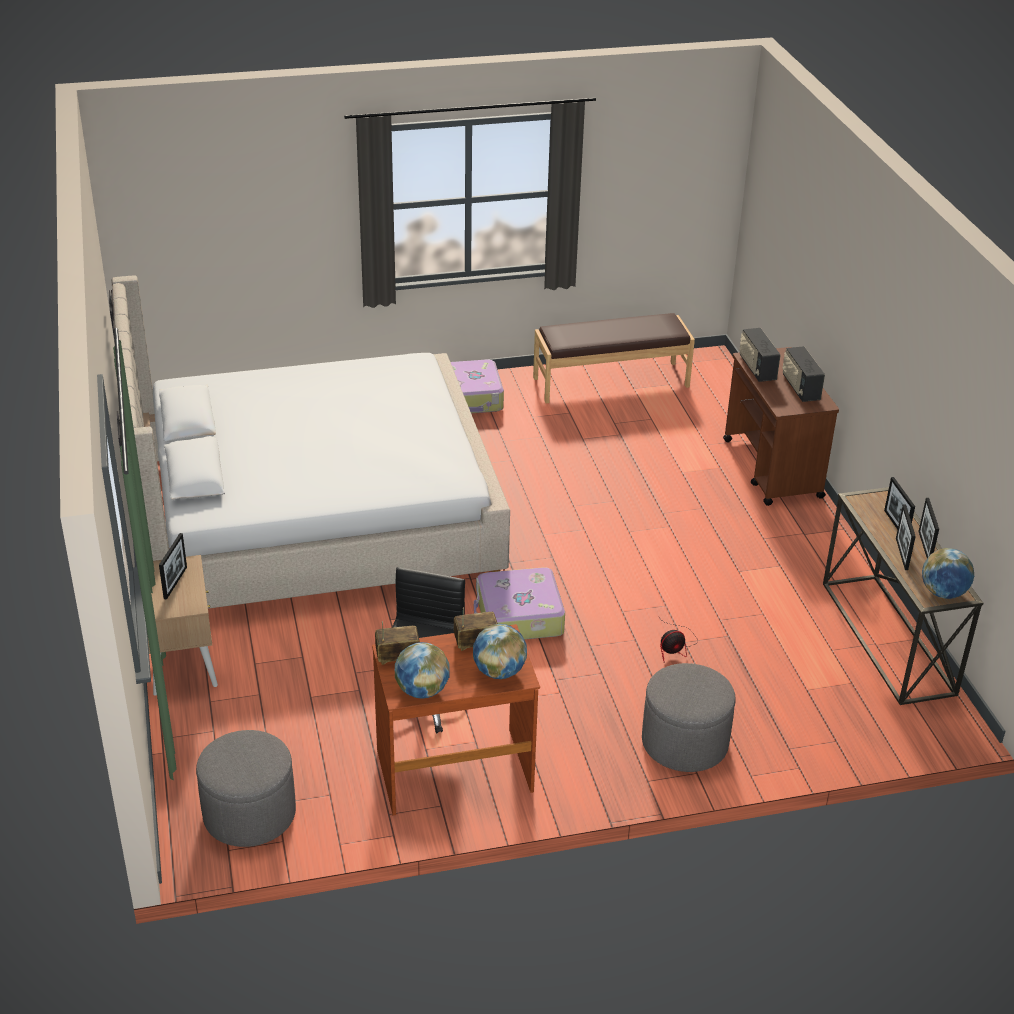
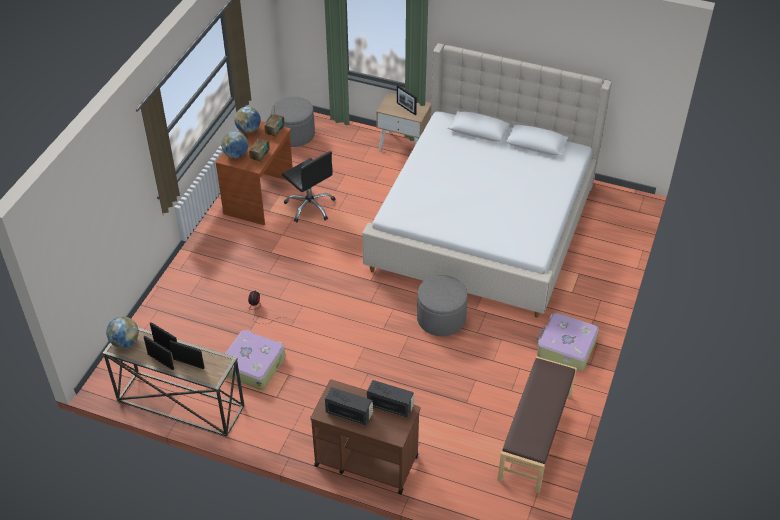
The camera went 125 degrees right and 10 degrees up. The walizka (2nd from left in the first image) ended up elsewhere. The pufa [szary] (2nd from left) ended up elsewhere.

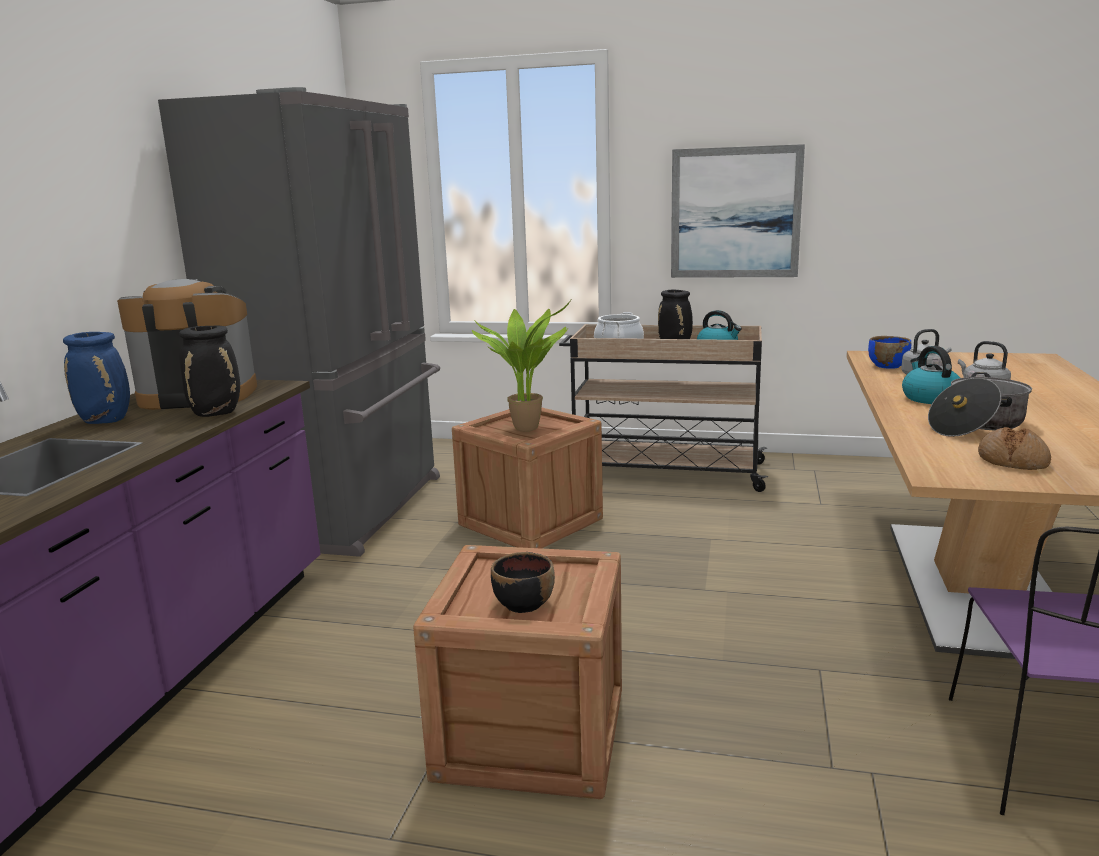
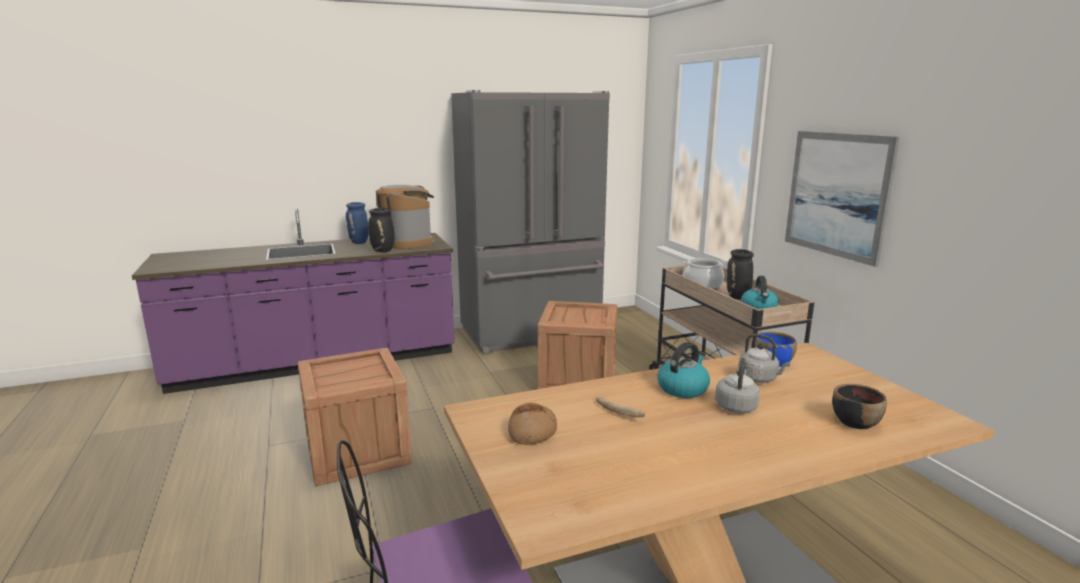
The camera went 55 degrees right and 0 degrees up. The second view lost the roślina doniczkowa. The miska [czarny] ended up elsewhere. Where the garnek (2nd from left) stood, the chleb (2nd from left) came to stand.

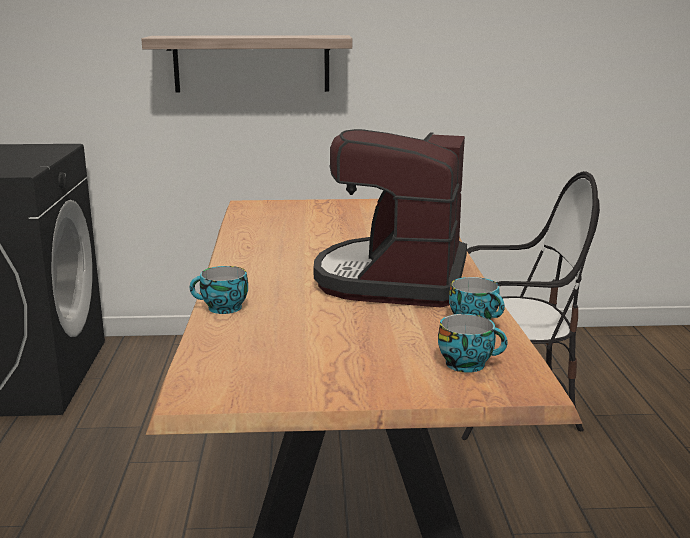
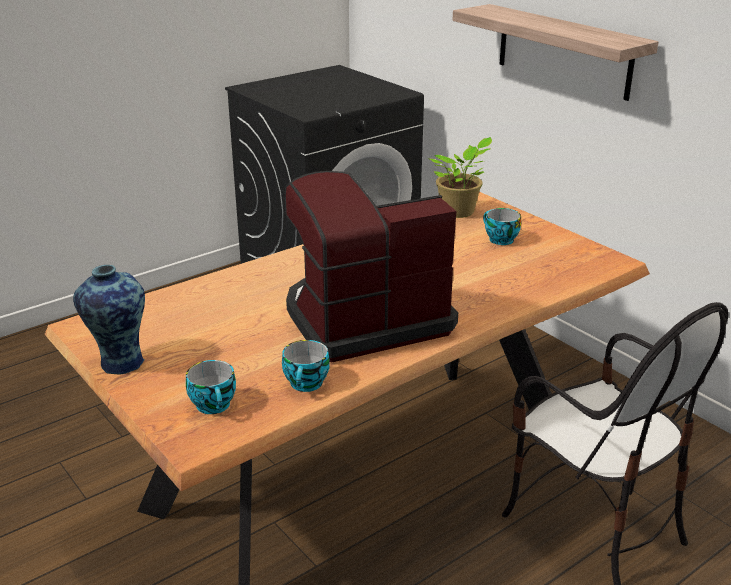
The camera went 55 degrees right and 10 degrees up. The second view gained the wazon. The second view gained the roślina doniczkowa. The filiżanka (1st from left in the first image) ended up elsewhere.

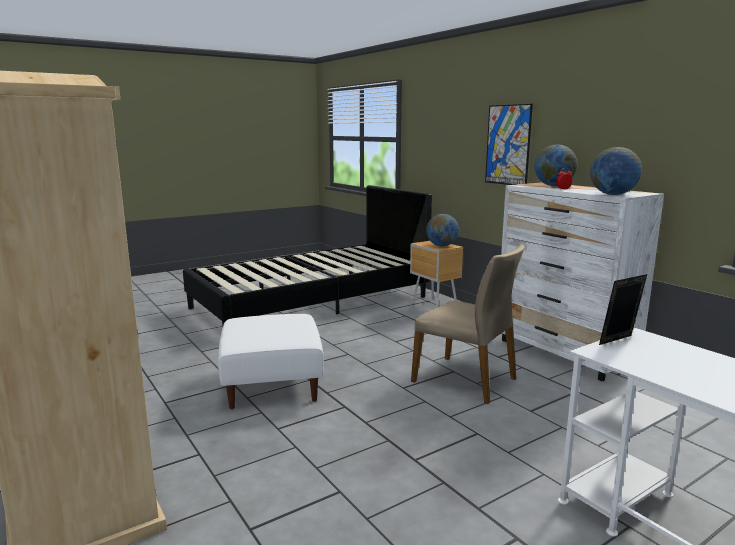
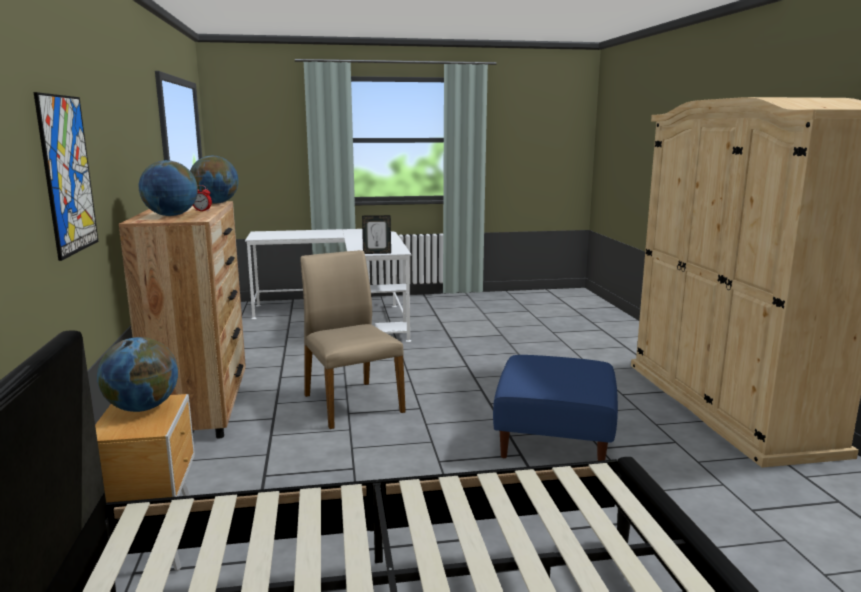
The camera went 155 degrees left and 0 degrees up. What was the pufa [biały] turned into the pufa [niebieski]. What was the komoda [biały] turned into the komoda [brązowy].

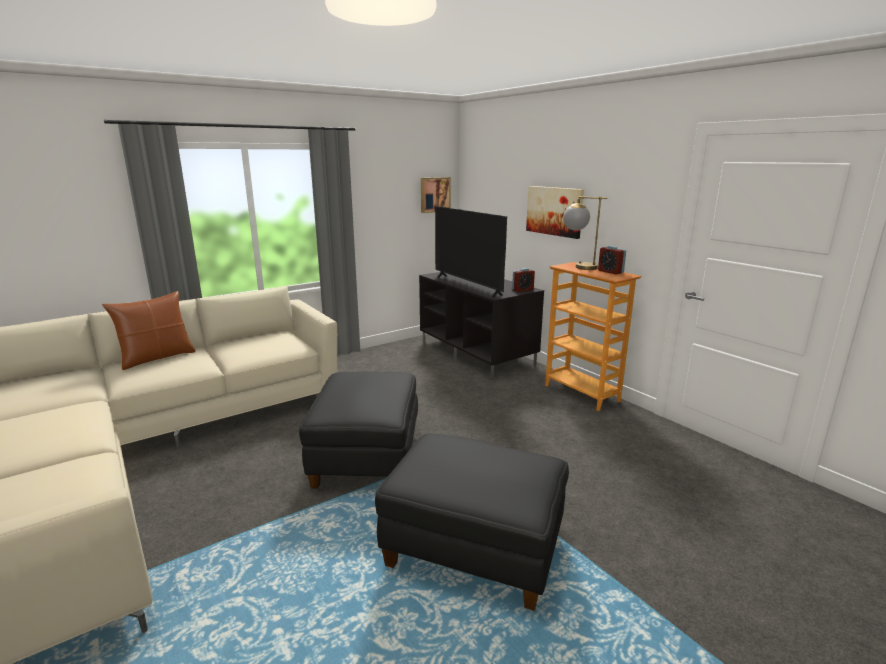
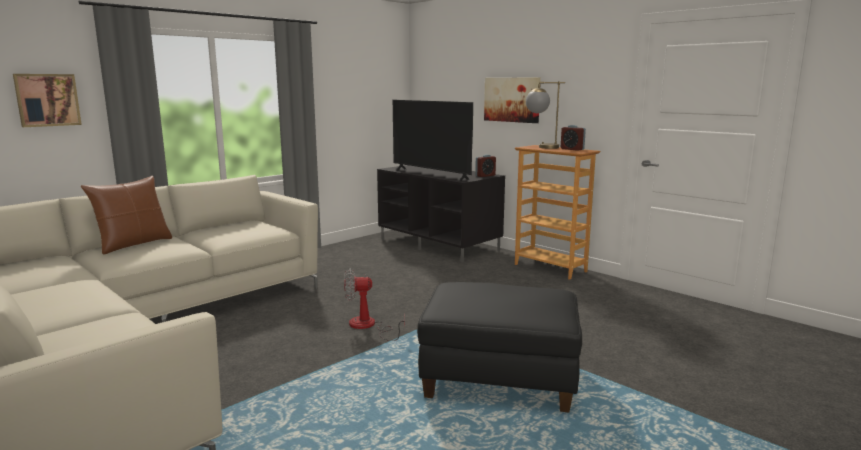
The camera went 10 degrees left and 5 degrees down. The obraz (1st from left) ended up elsewhere. Where the pufa [czarny] (1st from left) stood, the wentylator came to stand.

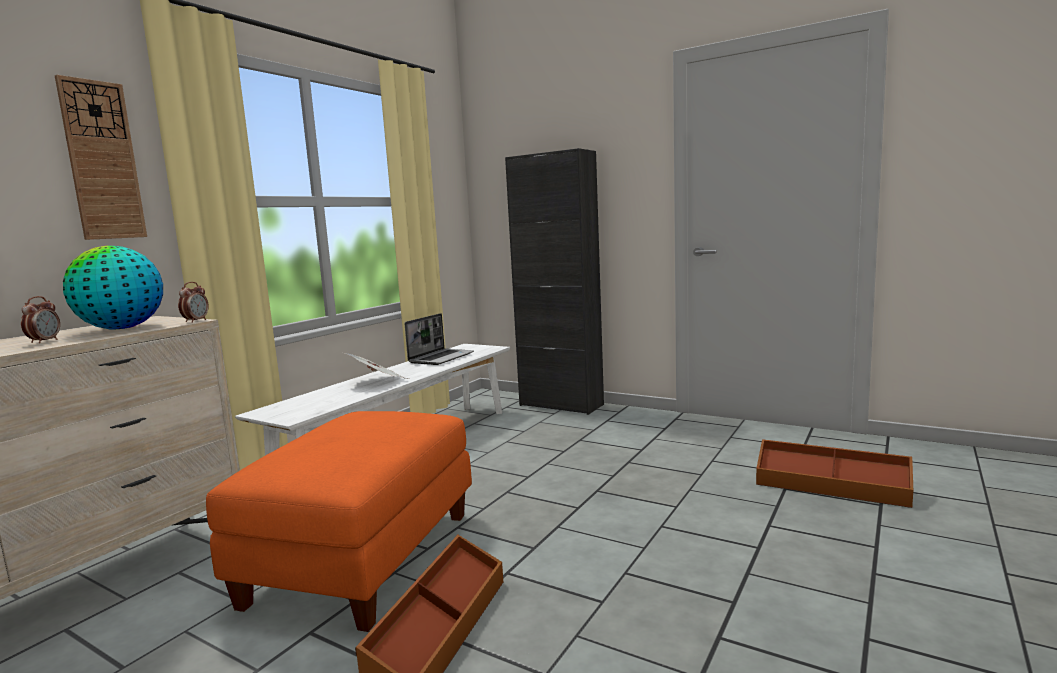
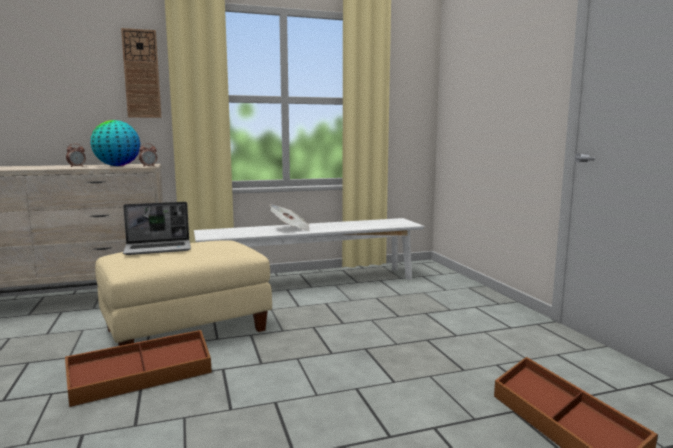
The camera went 40 degrees right and 0 degrees up. The second view lost the szafka [czarny]. The laptop ended up elsewhere. What was the pufa [pomarańczowy] turned into the pufa [beżowy].

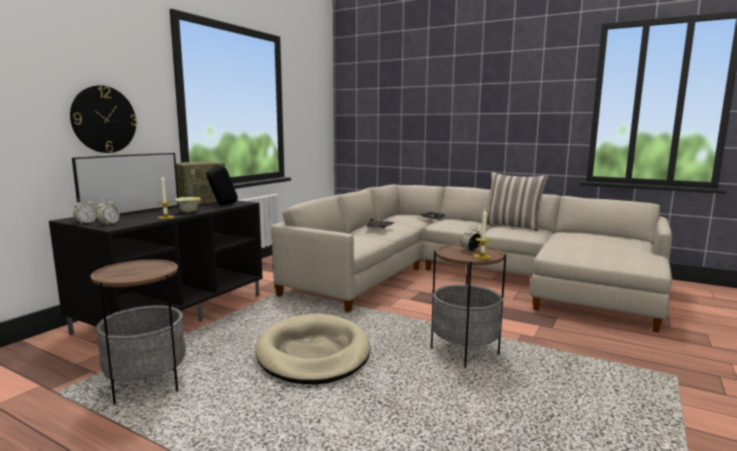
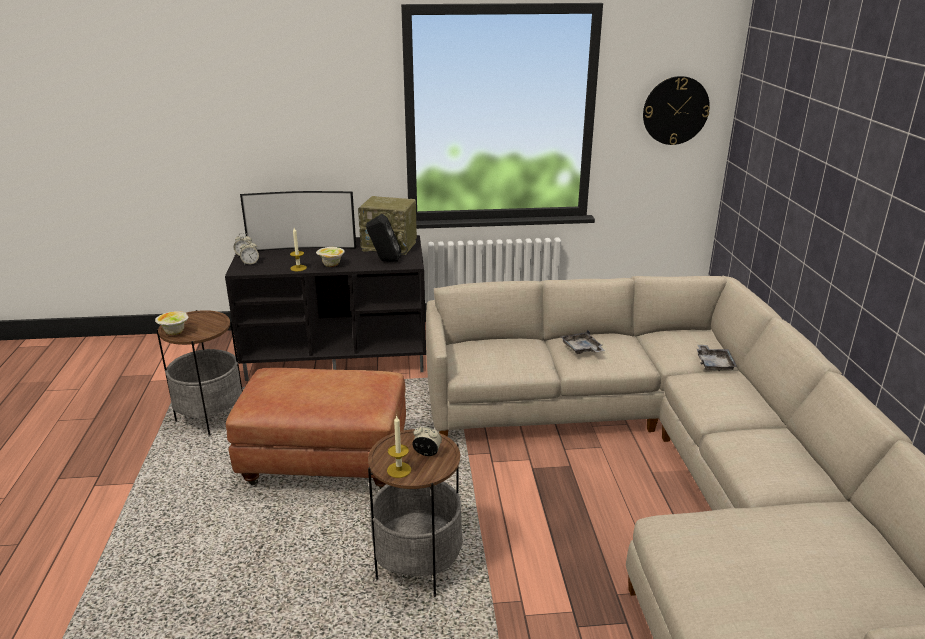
The camera went 55 degrees right and 15 degrees up. The second view lost the poduszka. The second view gained the miska (1st from left). The zegar ścienny ended up elsewhere. Where the legowisko [beżowy] stood, the pufa [brązowy] came to stand.

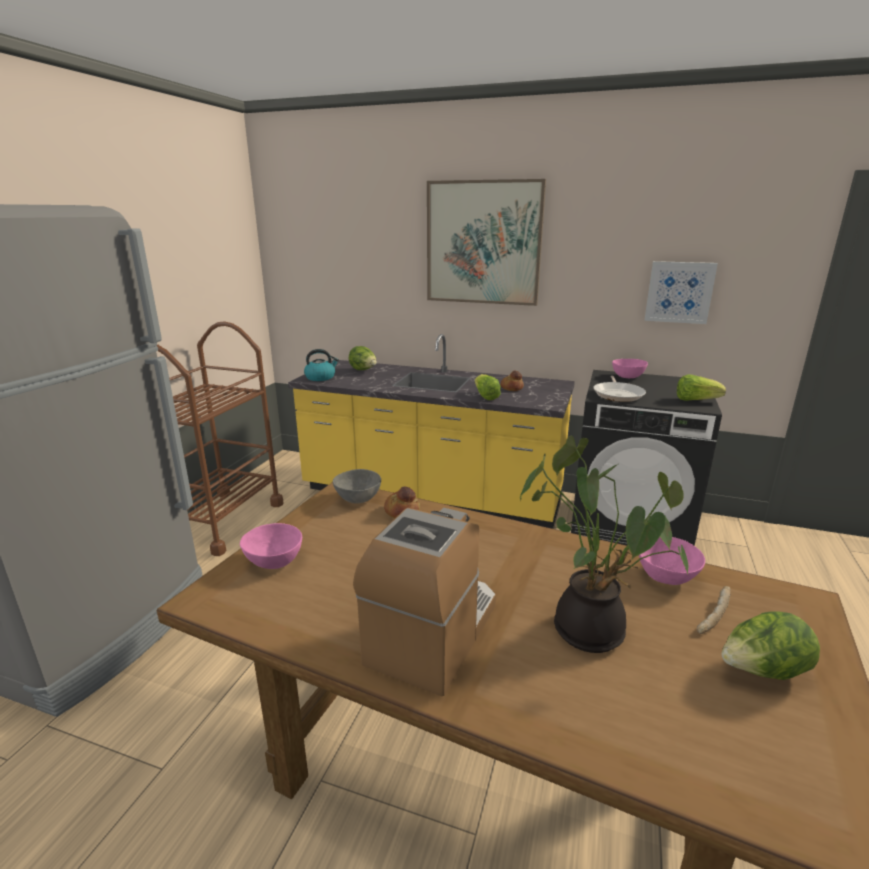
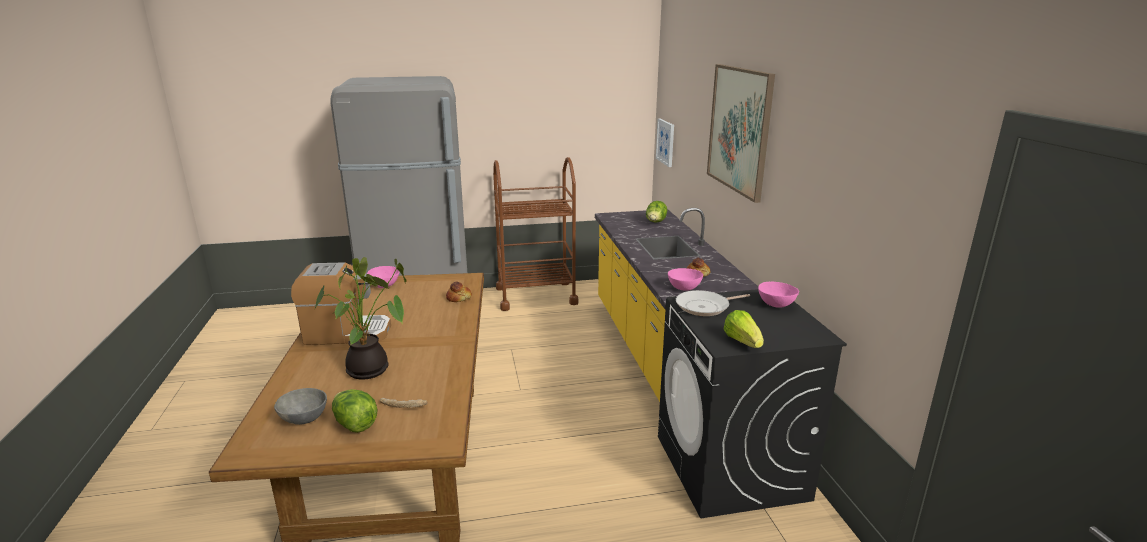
The camera went 60 degrees right and 0 degrees up. The second view lost the czajnik. The second view lost the sałata (2nd from left). The miska [szary] ended up elsewhere. The miska [różowy] (3rd from left in the first image) ended up elsewhere. The obraz (2nd from left in the first image) ended up elsewhere.

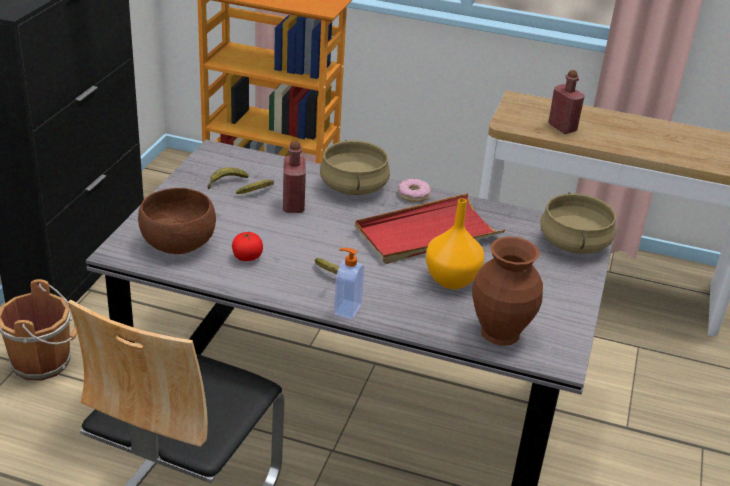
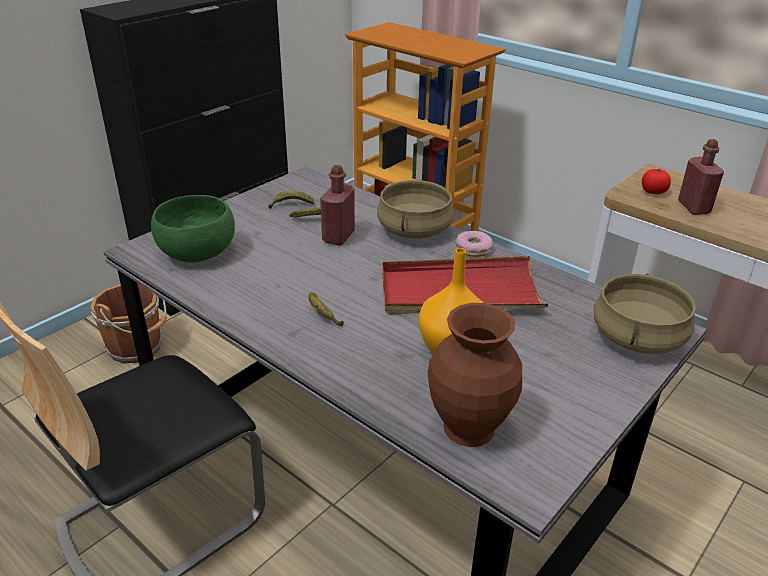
The camera went 25 degrees right and 0 degrees up. The second view lost the dozownik mydła. The pomidor ended up elsewhere. What was the miska [brązowy] turned into the miska [zielony].

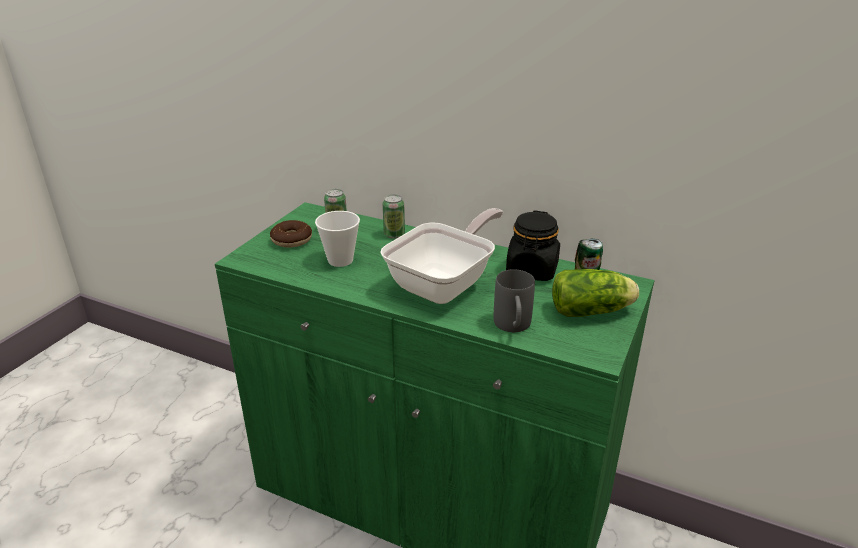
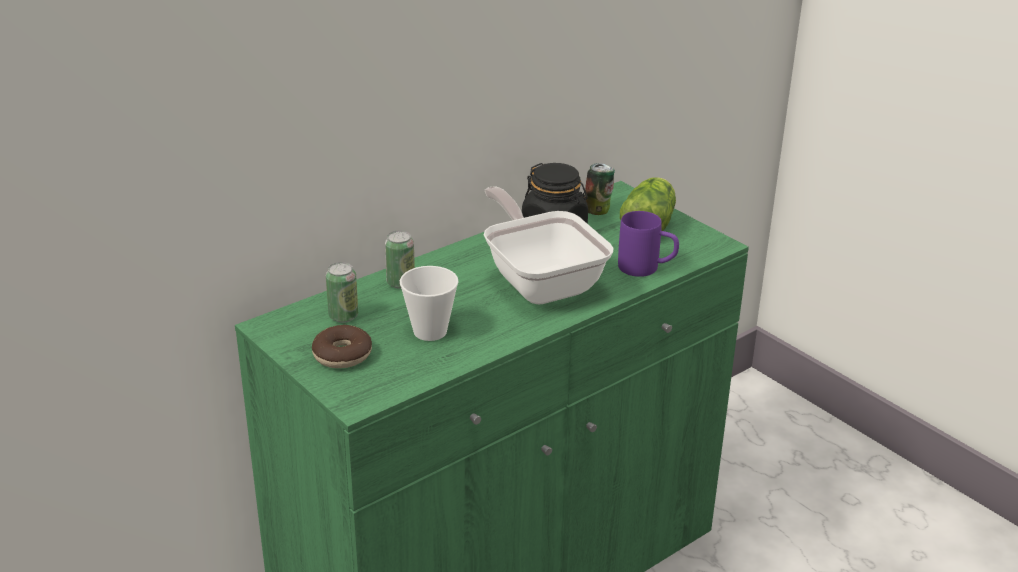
The camera went 65 degrees left and 0 degrees up. What was the kubek [szary] turned into the kubek [fioletowy].

